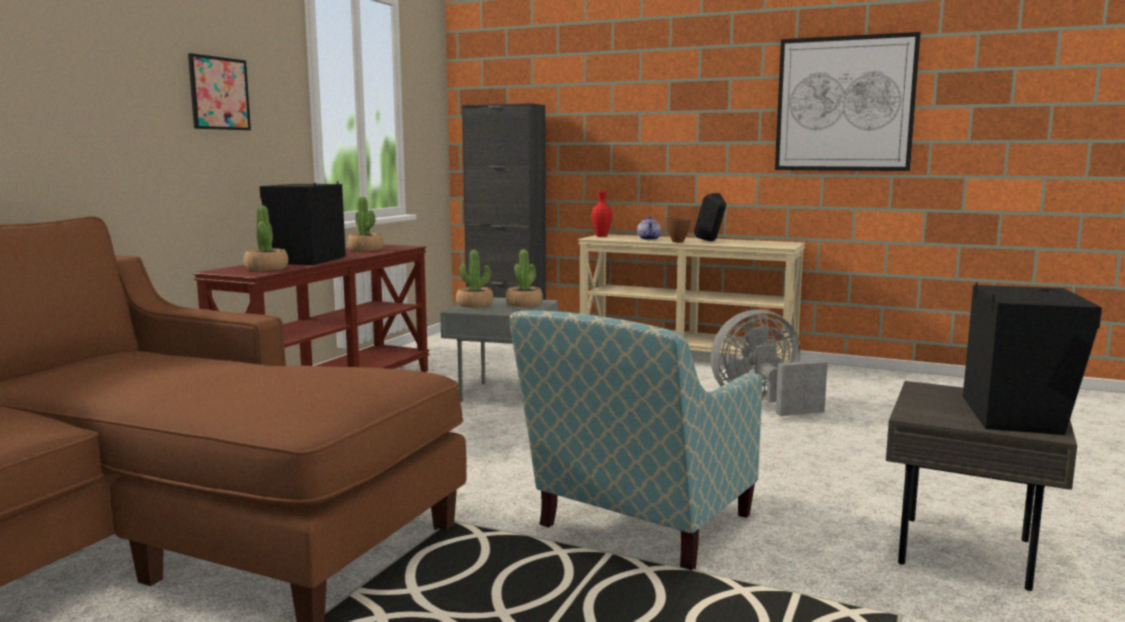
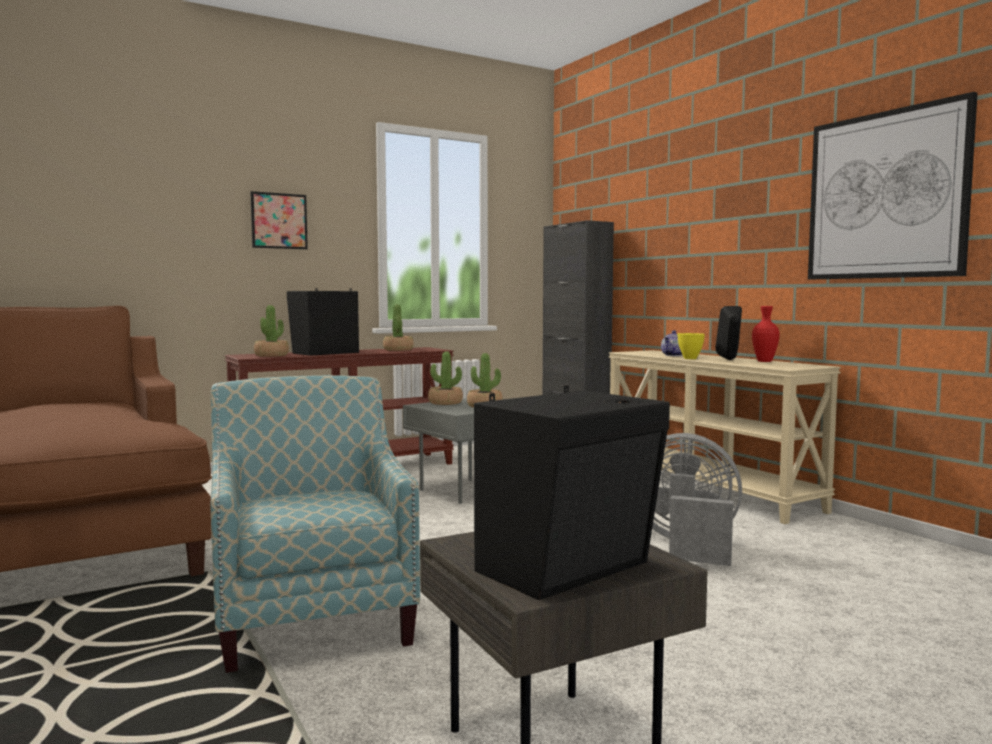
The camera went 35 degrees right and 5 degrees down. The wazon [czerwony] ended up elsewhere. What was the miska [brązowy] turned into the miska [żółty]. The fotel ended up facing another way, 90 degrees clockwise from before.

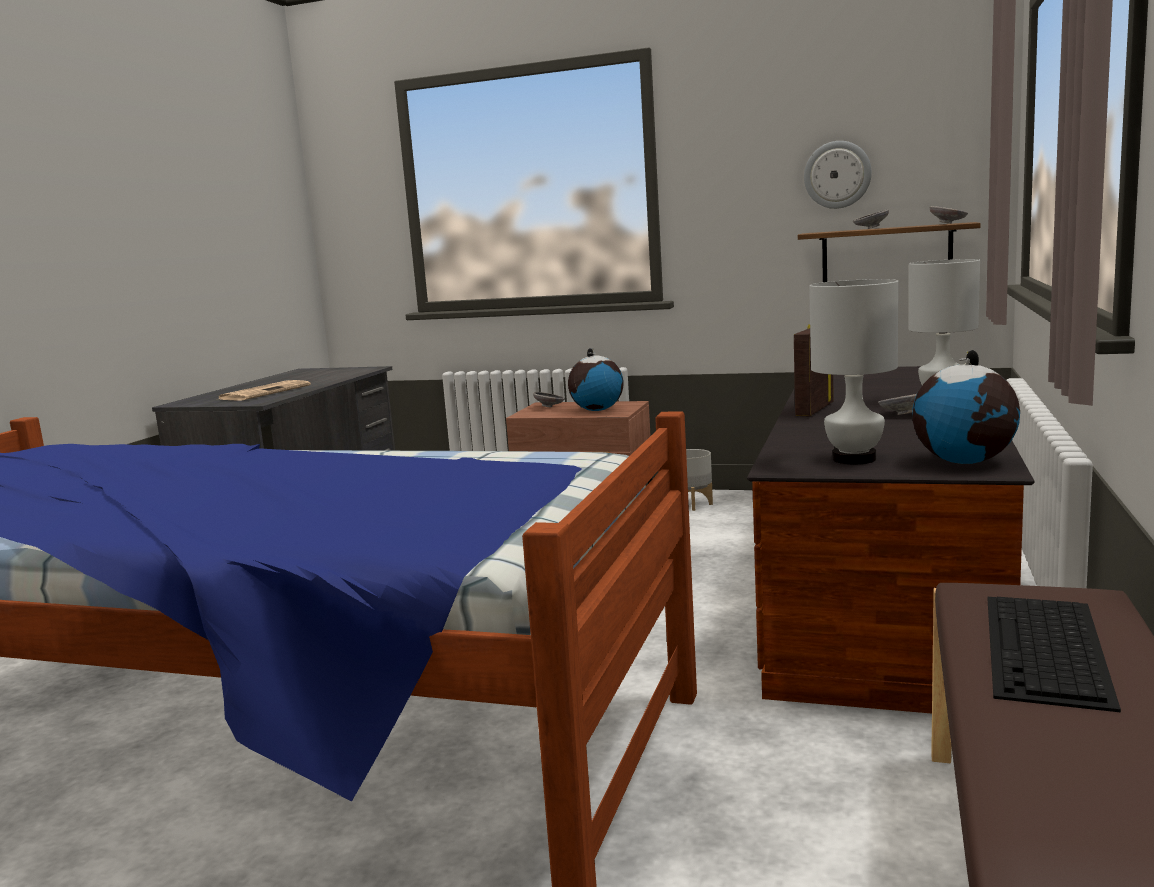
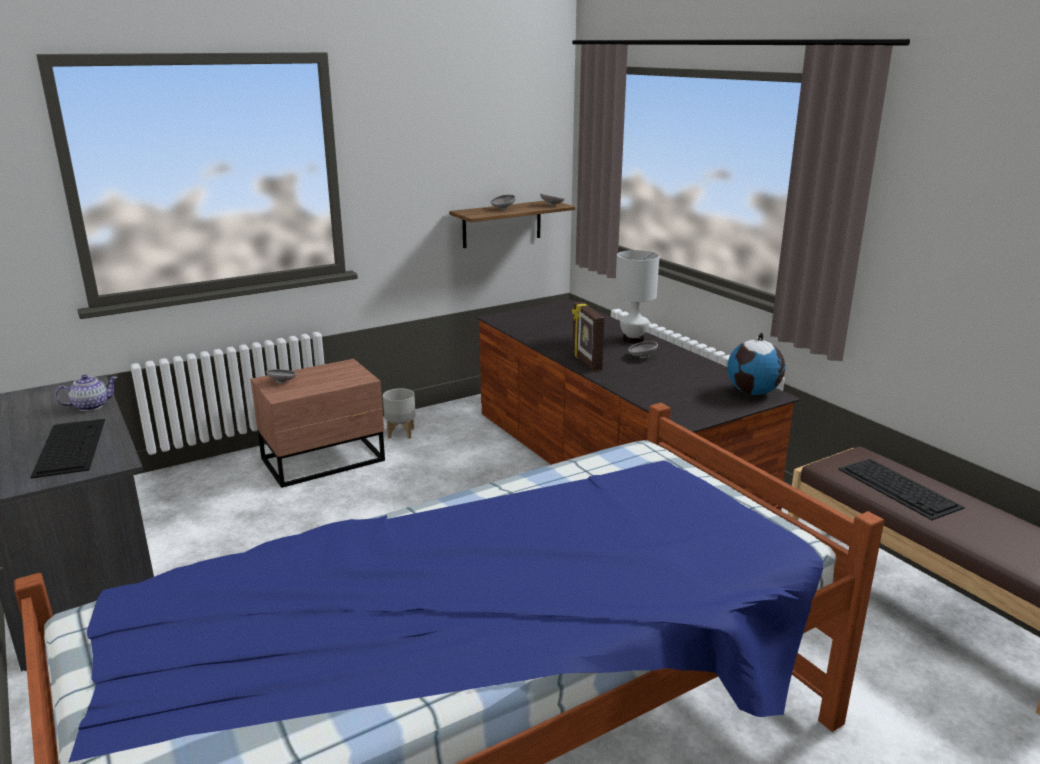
The camera went 50 degrees left and 10 degrees up. The second view lost the globus (1st from left). The second view lost the zegar ścienny. The second view lost the lampa stołowa [biały] (1st from left). The second view gained the imbryk. Where the gazeta stood, the klawiatura (1st from left) came to stand.

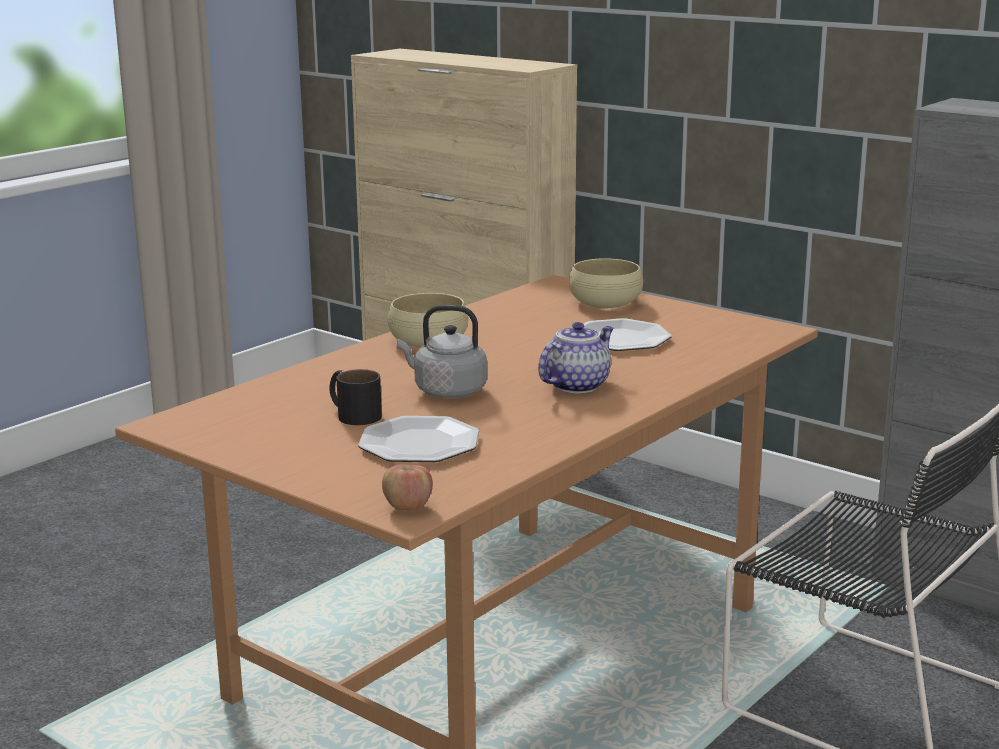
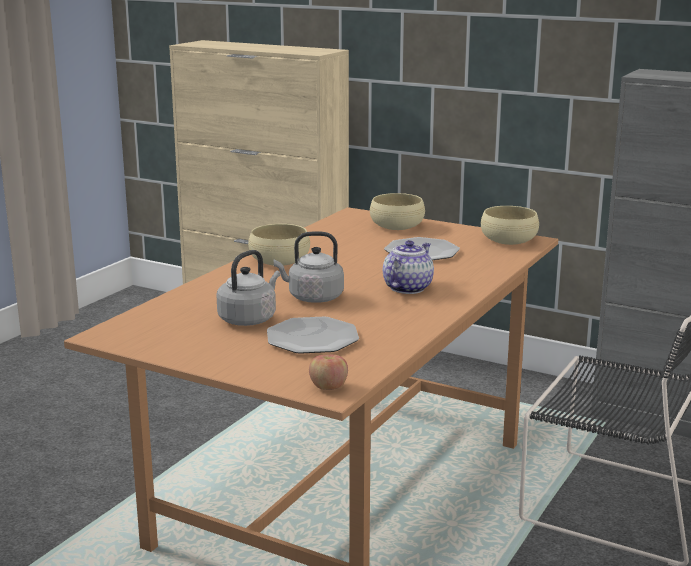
The camera went 10 degrees left and 0 degrees up. The second view gained the miska [beżowy] (3rd from left). Where the kubek [czarny] stood, the czajnik [szary] (1st from left) came to stand.

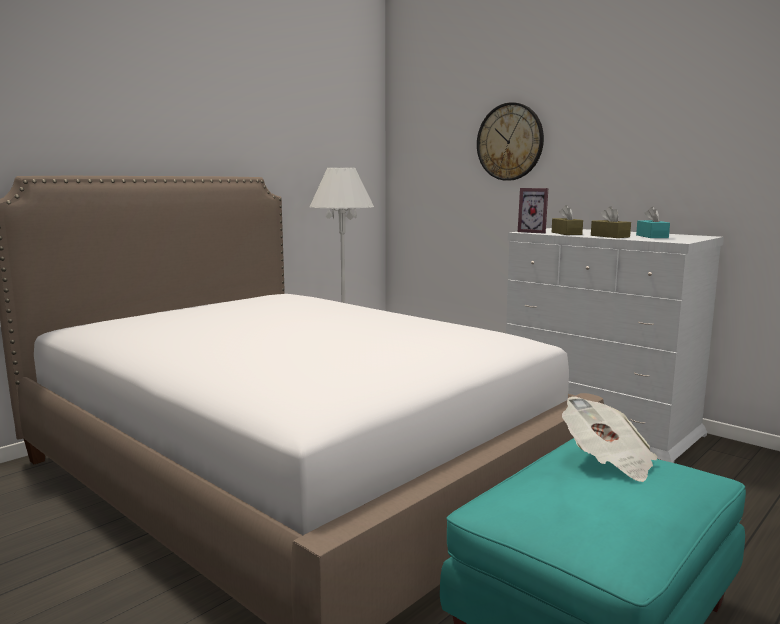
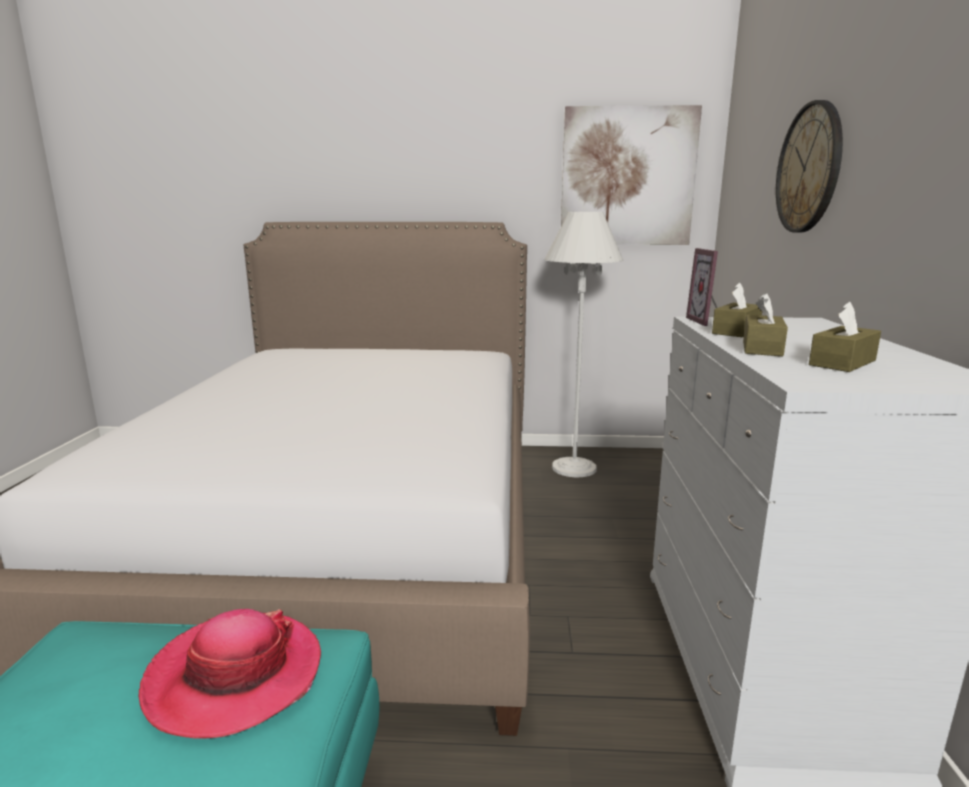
The camera went 50 degrees right and 5 degrees up. The second view gained the obraz. Where the gazeta stood, the kapelusz came to stand. What was the pudełko chusteczek [turkusowy] turned into the pudełko chusteczek [brązowy] (3rd from left).

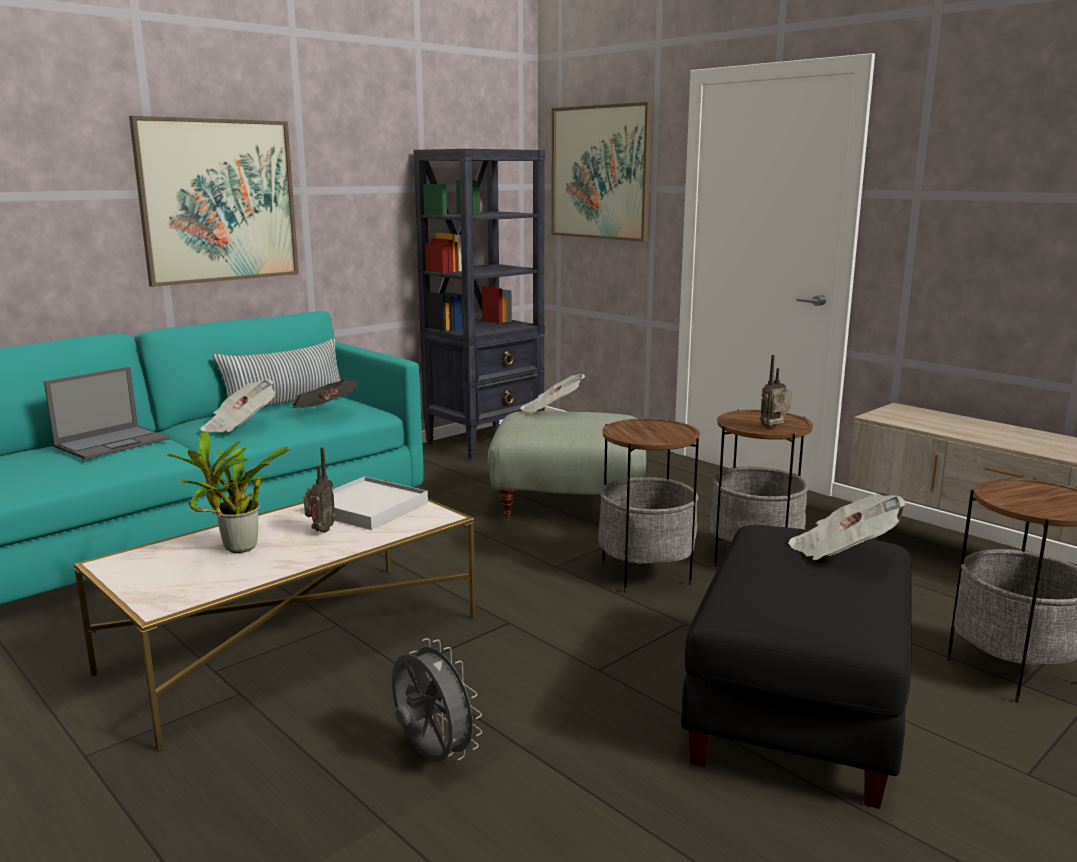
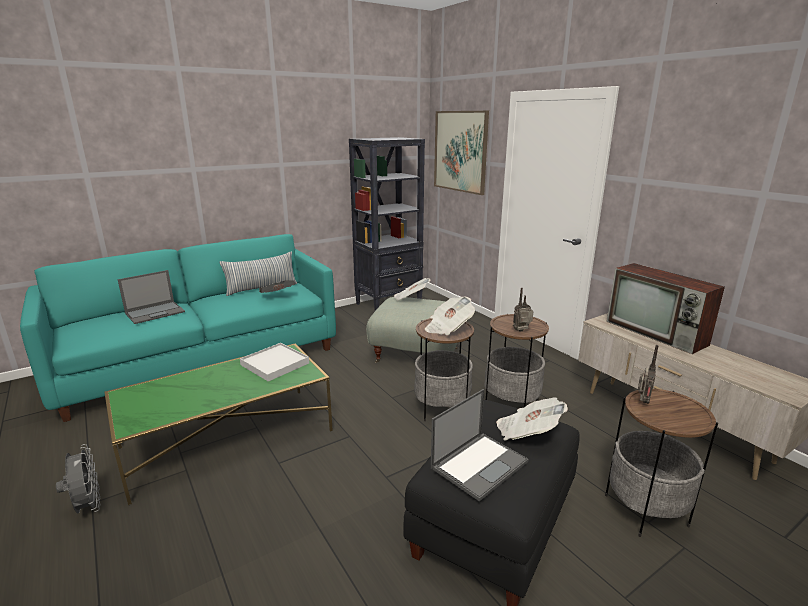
The camera went 10 degrees right and 5 degrees up. The second view lost the obraz (1st from left). The second view lost the roślina doniczkowa. The second view gained the laptop (2nd from left). The second view gained the telewizor. The gazeta (1st from left in the first image) ended up elsewhere. The radio (1st from left in the first image) ended up elsewhere. The wentylator [szary] ended up elsewhere. What was the ława [biały] turned into the ława [zielony].

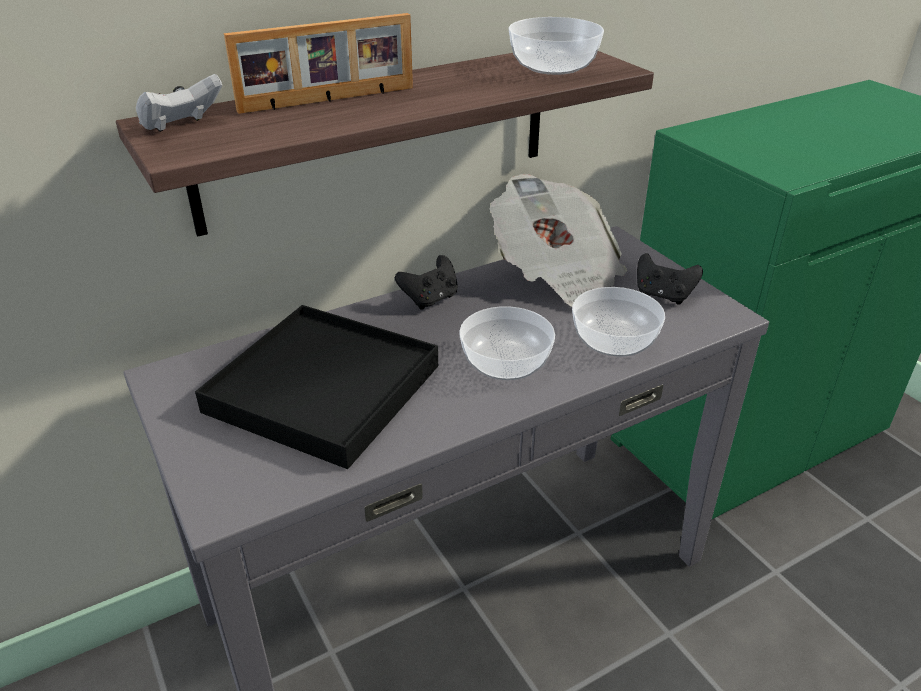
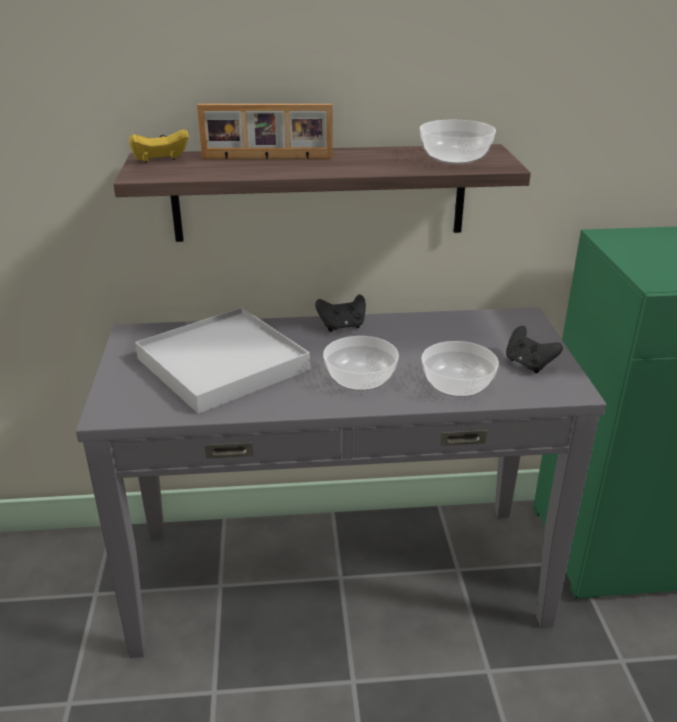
The camera went 25 degrees right and 5 degrees down. The second view lost the gazeta. What was the pad do gier [biały] turned into the pad do gier [żółty]. What was the taca [czarny] turned into the taca [biały].

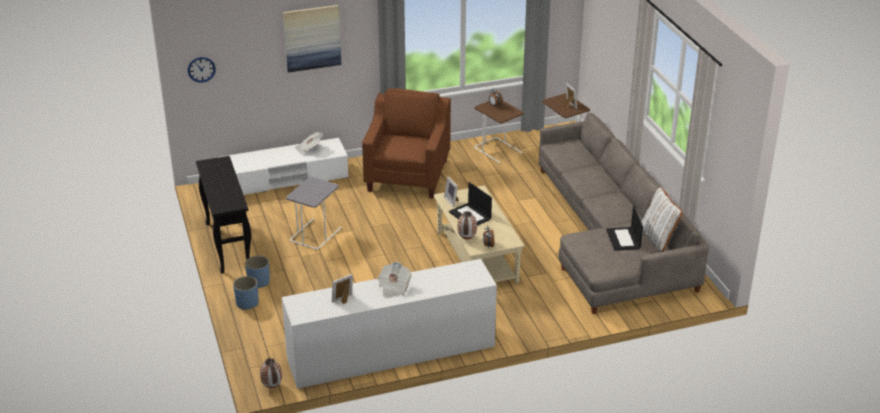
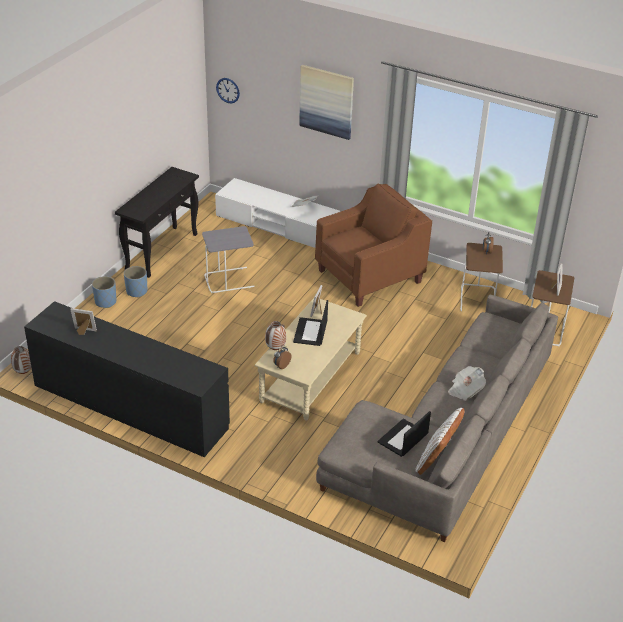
The camera went 45 degrees right and 5 degrees up. The gazeta (2nd from left) ended up elsewhere. What was the komoda [biały] turned into the komoda [czarny].

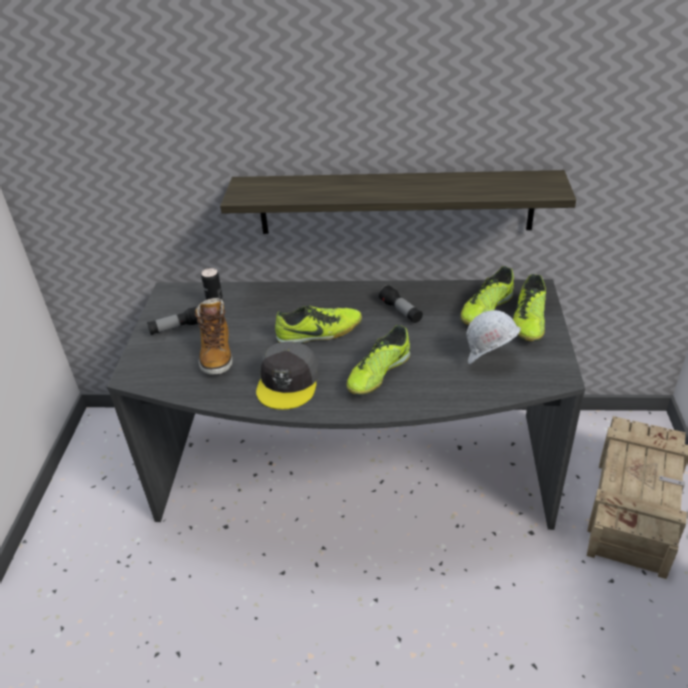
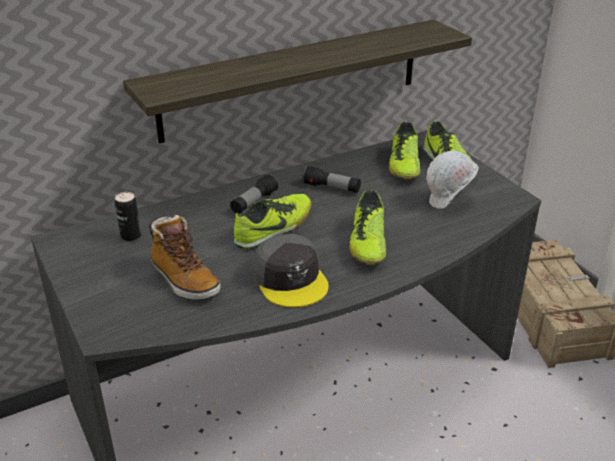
The camera went 35 degrees left and 5 degrees down. The latarka (1st from left) ended up elsewhere.

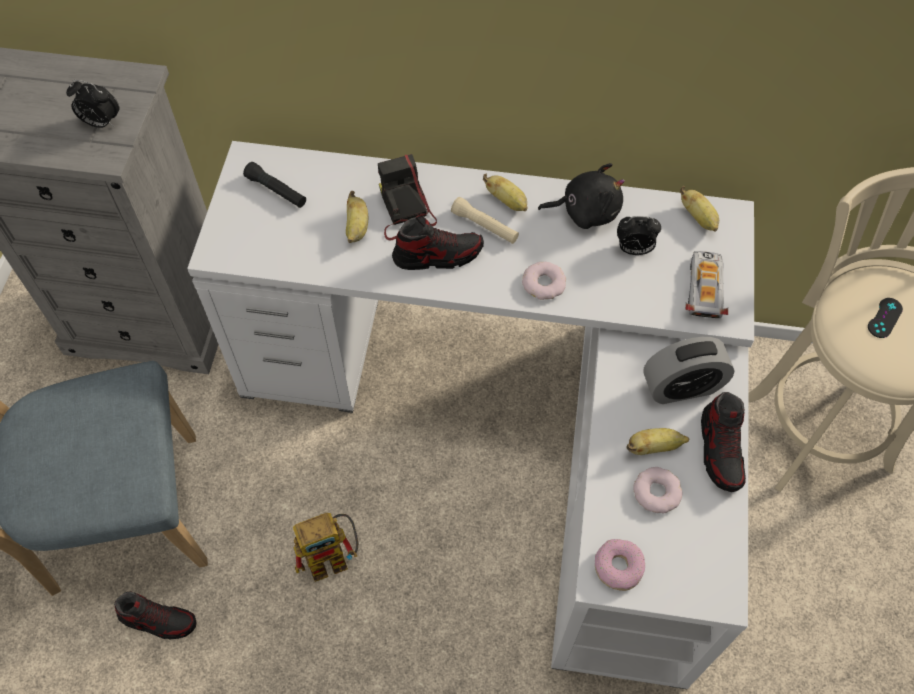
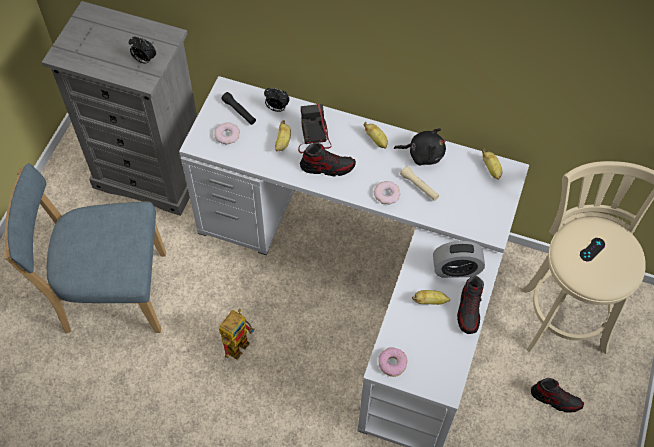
The camera went 10 degrees right and 0 degrees up. The second view lost the samochodzik. The but (1st from left in the first image) ended up elsewhere. The latarka [beżowy] ended up elsewhere. The budzik (2nd from left) ended up elsewhere. The donut (3rd from left in the first image) ended up elsewhere. The robot zabawkowy ended up facing another way, 45 degrees counterclockwise from before.

